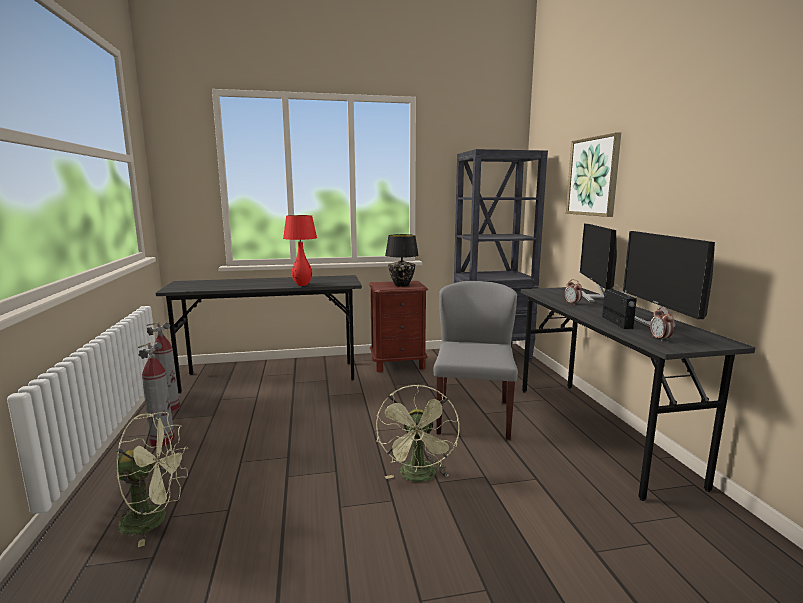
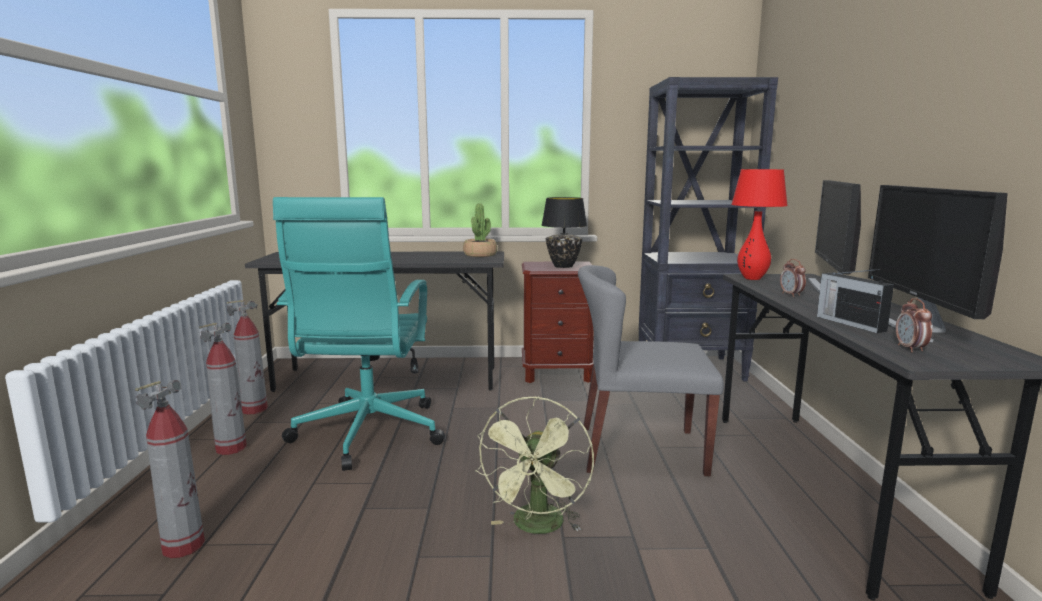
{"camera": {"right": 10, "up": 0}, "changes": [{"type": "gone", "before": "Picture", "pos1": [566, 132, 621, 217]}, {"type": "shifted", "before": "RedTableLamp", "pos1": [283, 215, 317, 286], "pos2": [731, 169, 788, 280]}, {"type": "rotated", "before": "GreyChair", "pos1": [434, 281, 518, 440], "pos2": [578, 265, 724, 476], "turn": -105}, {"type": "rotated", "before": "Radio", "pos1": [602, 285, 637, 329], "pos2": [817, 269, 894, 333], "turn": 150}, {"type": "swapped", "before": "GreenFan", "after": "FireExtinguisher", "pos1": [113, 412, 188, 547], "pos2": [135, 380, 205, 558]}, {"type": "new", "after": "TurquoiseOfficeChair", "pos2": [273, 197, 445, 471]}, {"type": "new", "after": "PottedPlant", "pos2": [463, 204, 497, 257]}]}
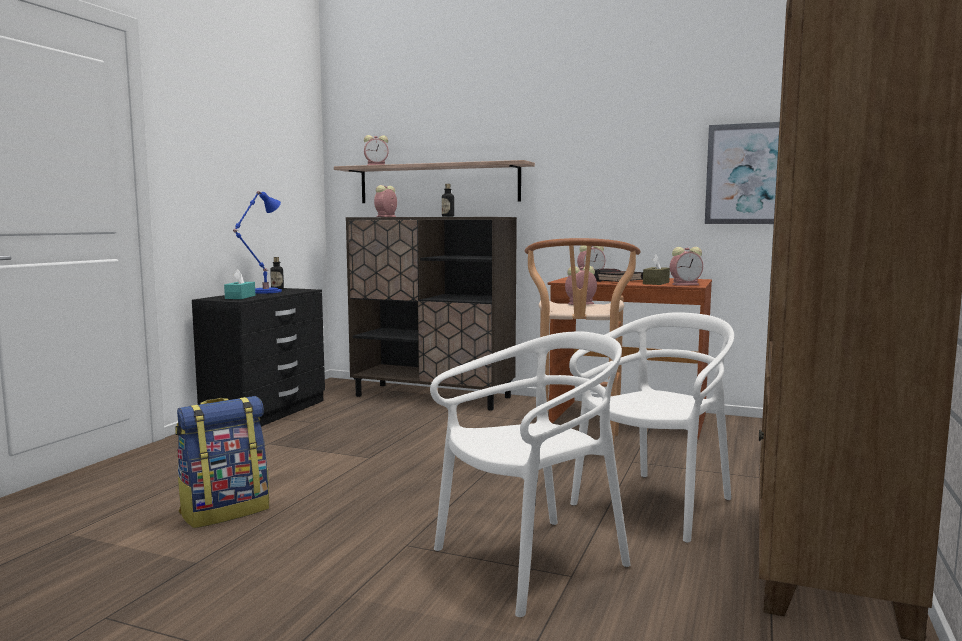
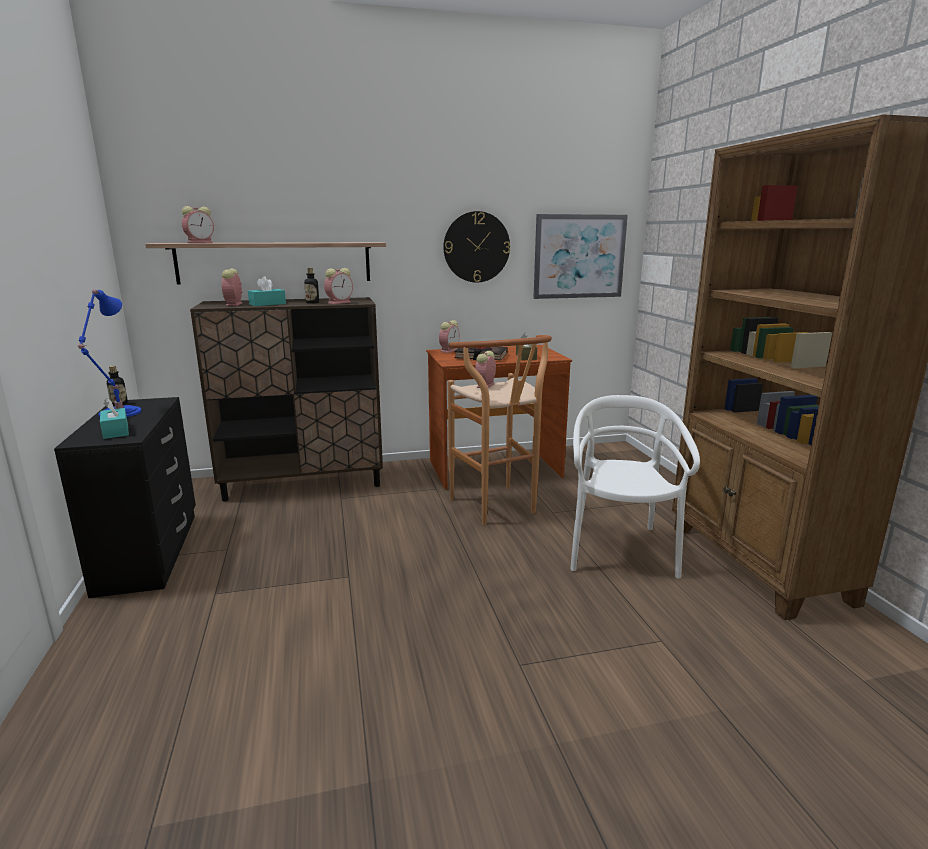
{"camera": {"right": -35, "up": 10}, "changes": [{"type": "shifted", "before": "AlarmClock", "pos1": [670, 247, 703, 286], "pos2": [324, 268, 353, 304]}, {"type": "gone", "before": "WhiteChair", "pos1": [430, 331, 631, 617]}, {"type": "gone", "before": "Backpack", "pos1": [175, 396, 269, 528]}, {"type": "new", "after": "WallClock", "pos2": [443, 211, 510, 283]}, {"type": "new", "after": "TurquoiseTissueBox", "pos2": [248, 276, 286, 306]}]}
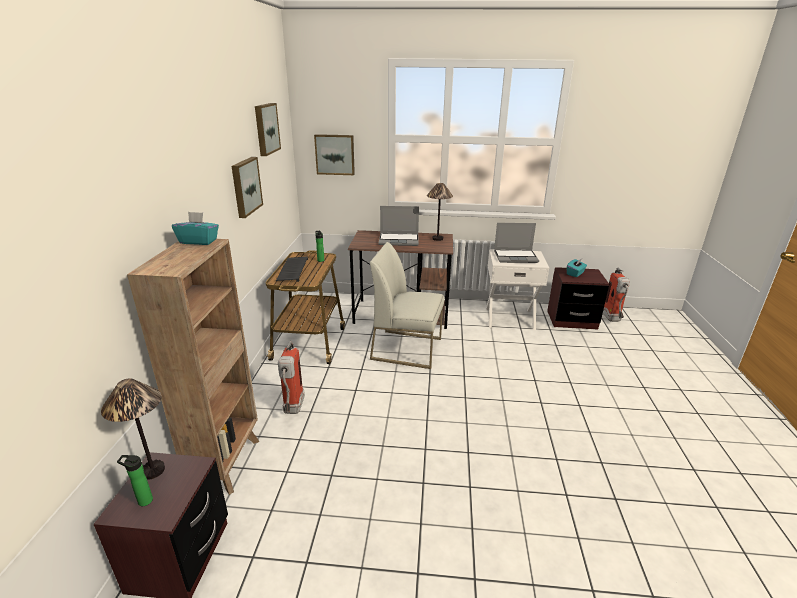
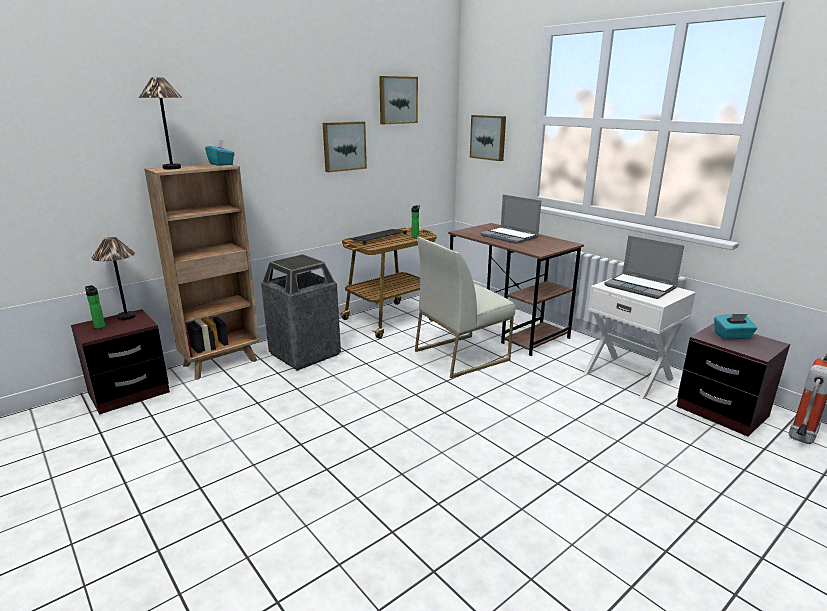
{"camera": {"right": 45, "up": -5}, "changes": [{"type": "shifted", "before": "TableLamp", "pos1": [427, 183, 453, 241], "pos2": [139, 77, 182, 169]}, {"type": "rotated", "before": "WhiteChair", "pos1": [370, 242, 444, 369], "pos2": [415, 237, 515, 378], "turn": -90}, {"type": "swapped", "before": "FireExtinguisher", "after": "TrashCan", "pos1": [278, 341, 305, 414], "pos2": [261, 254, 341, 371]}]}
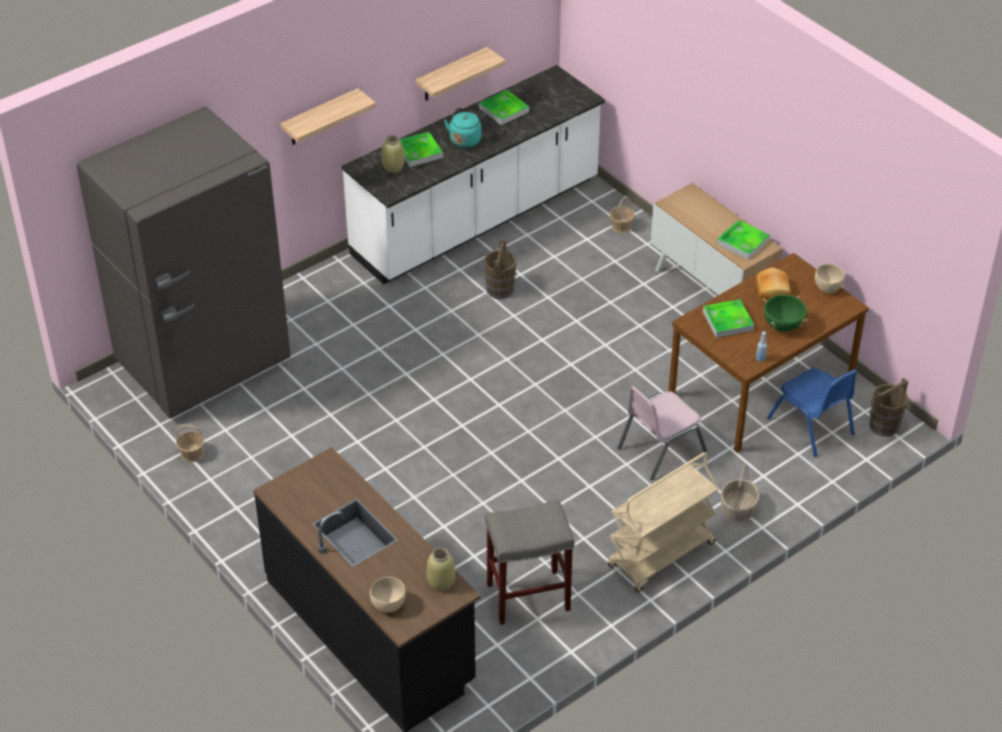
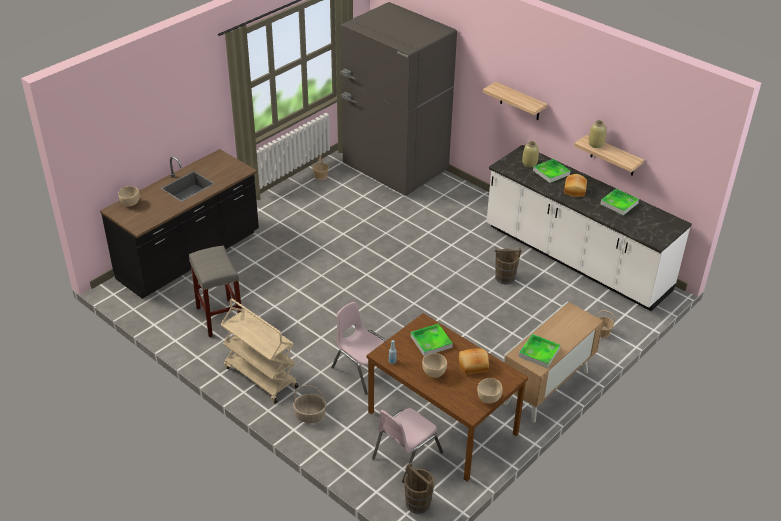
{"camera": {"right": 80, "up": -5}, "changes": [{"type": "swapped", "before": "TurquoiseKettle", "after": "Bread", "pos1": [444, 108, 485, 148], "pos2": [564, 174, 587, 197]}, {"type": "swapped", "before": "GreenCookingPot", "after": "BeigeBowl", "pos1": [763, 295, 808, 332], "pos2": [422, 353, 447, 378]}, {"type": "repainted", "before": "BlueChair", "after": "PinkChair", "pos1": [767, 368, 857, 457], "pos2": [372, 408, 443, 483]}, {"type": "shifted", "before": "BeigeVase", "pos1": [427, 548, 455, 591], "pos2": [588, 120, 606, 148]}]}
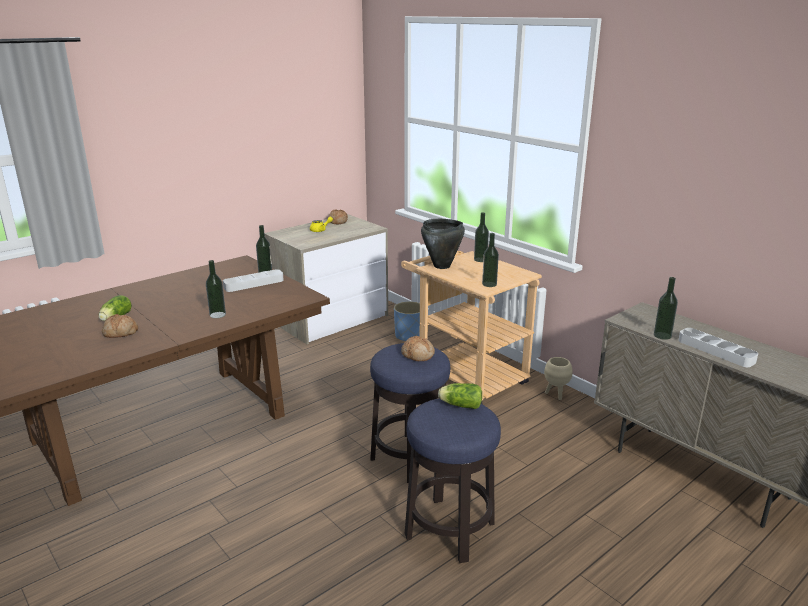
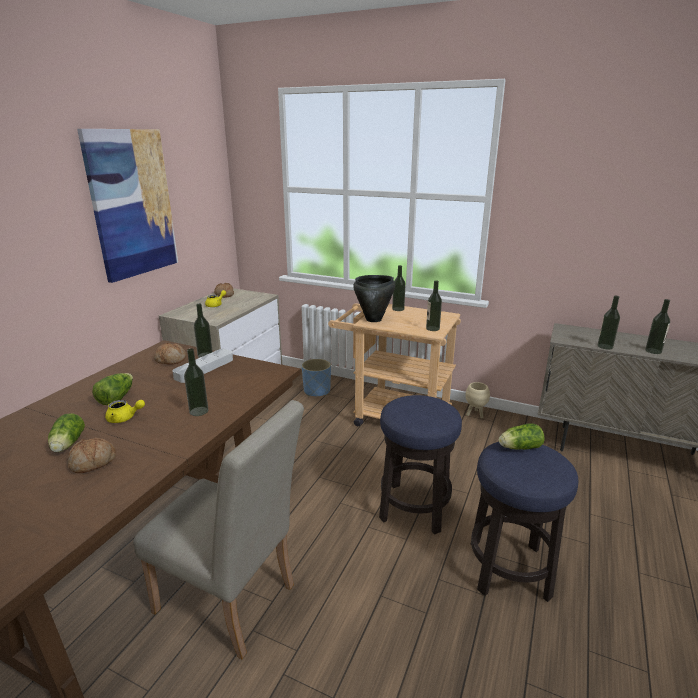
{"camera": {"right": -25, "up": 0}, "changes": [{"type": "swapped", "before": "GreyTray", "after": "Bottle", "pos1": [678, 328, 758, 367], "pos2": [645, 299, 670, 354]}, {"type": "shifted", "before": "Bread", "pos1": [401, 336, 435, 361], "pos2": [154, 343, 186, 365]}, {"type": "new", "after": "Picture", "pos2": [77, 129, 178, 283]}, {"type": "new", "after": "Lettuce", "pos2": [92, 373, 133, 405]}, {"type": "new", "after": "YellowTeapot", "pos2": [105, 400, 145, 423]}, {"type": "new", "after": "BeigeChair", "pos2": [133, 400, 304, 659]}]}
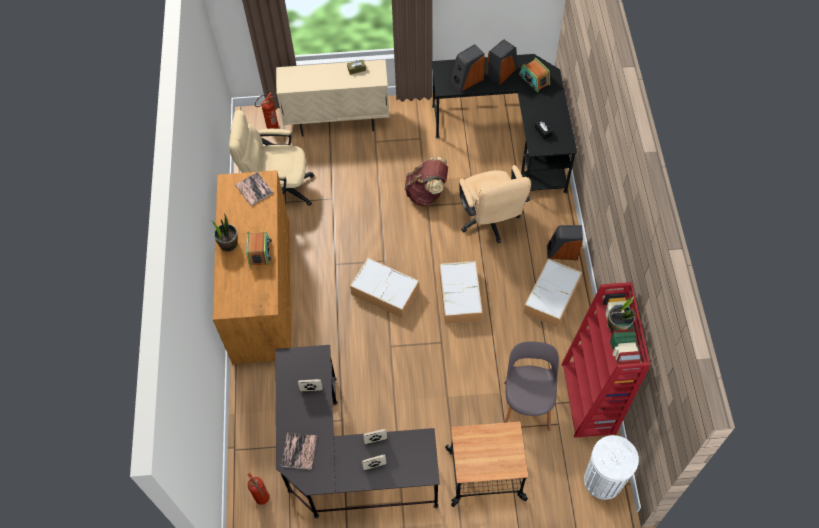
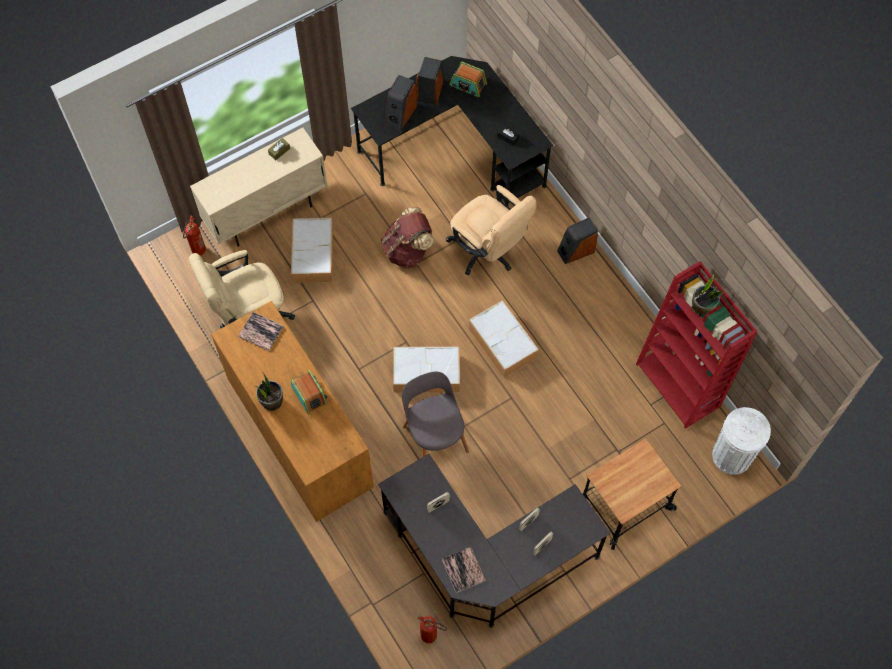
{"camera": {"right": -30, "up": 5}, "changes": [{"type": "shifted", "before": "StorageBox", "pos1": [524, 259, 582, 328], "pos2": [291, 218, 333, 283]}, {"type": "shifted", "before": "GreyChair", "pos1": [504, 341, 559, 431], "pos2": [402, 371, 469, 457]}]}
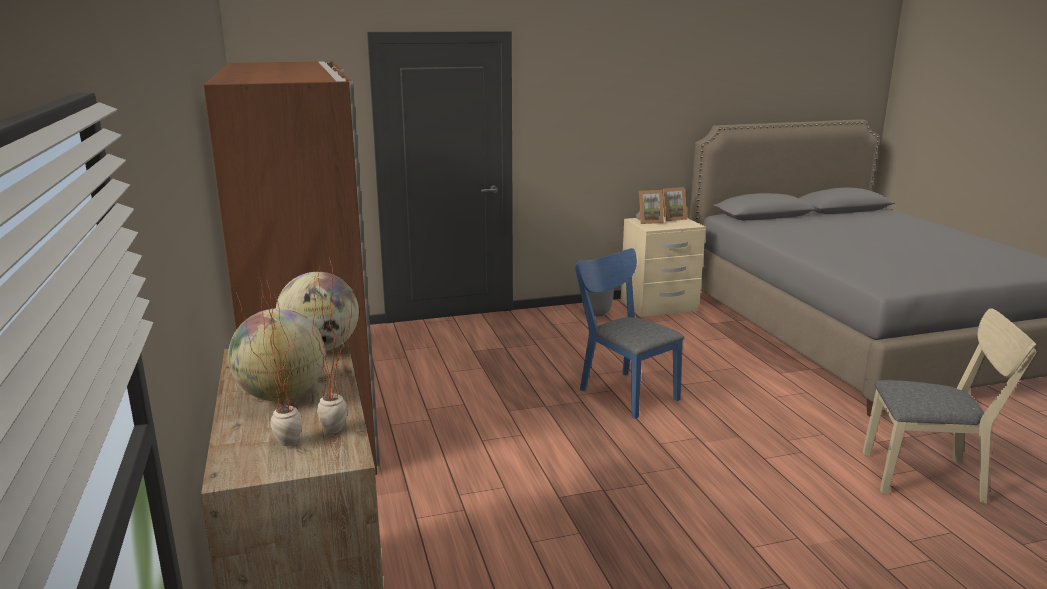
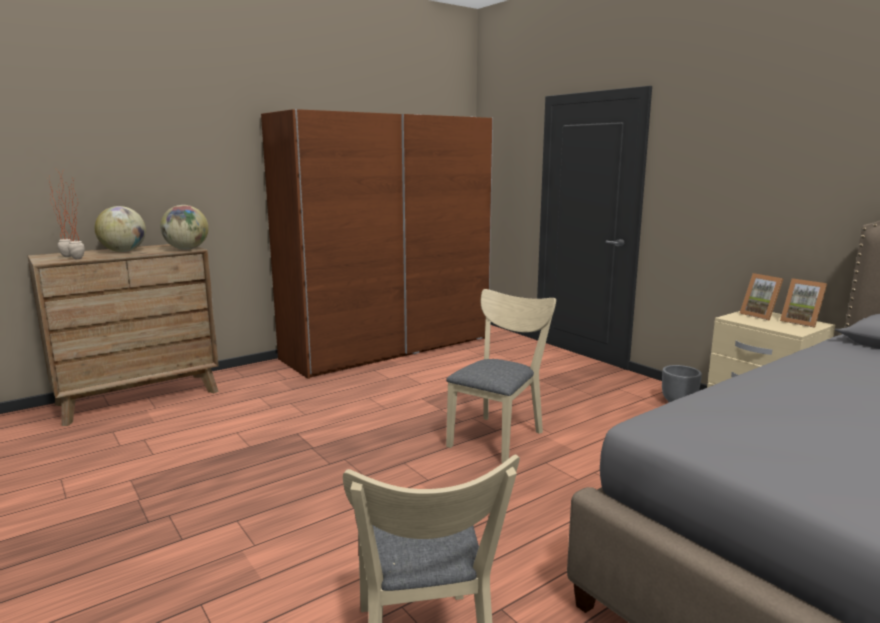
{"camera": {"right": 70, "up": -5}, "changes": [{"type": "repainted", "before": "BlueChair", "after": "BeigeChair", "pos1": [575, 248, 685, 419], "pos2": [446, 289, 556, 463]}]}
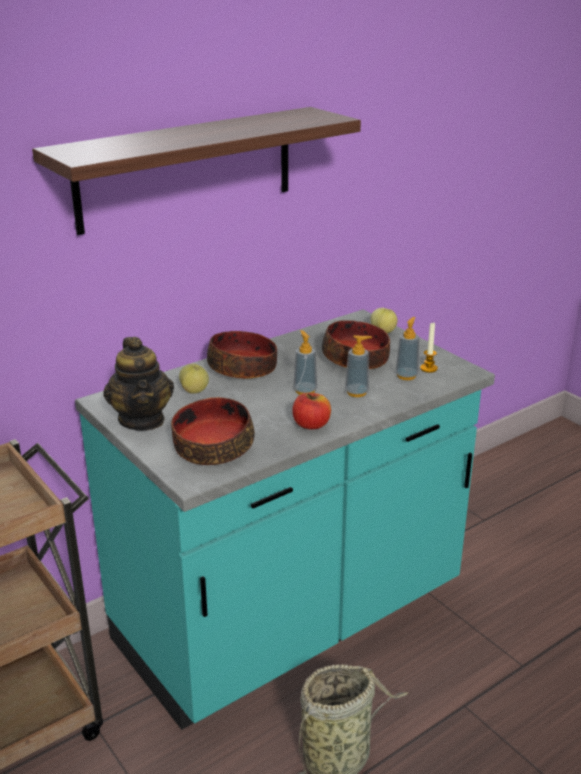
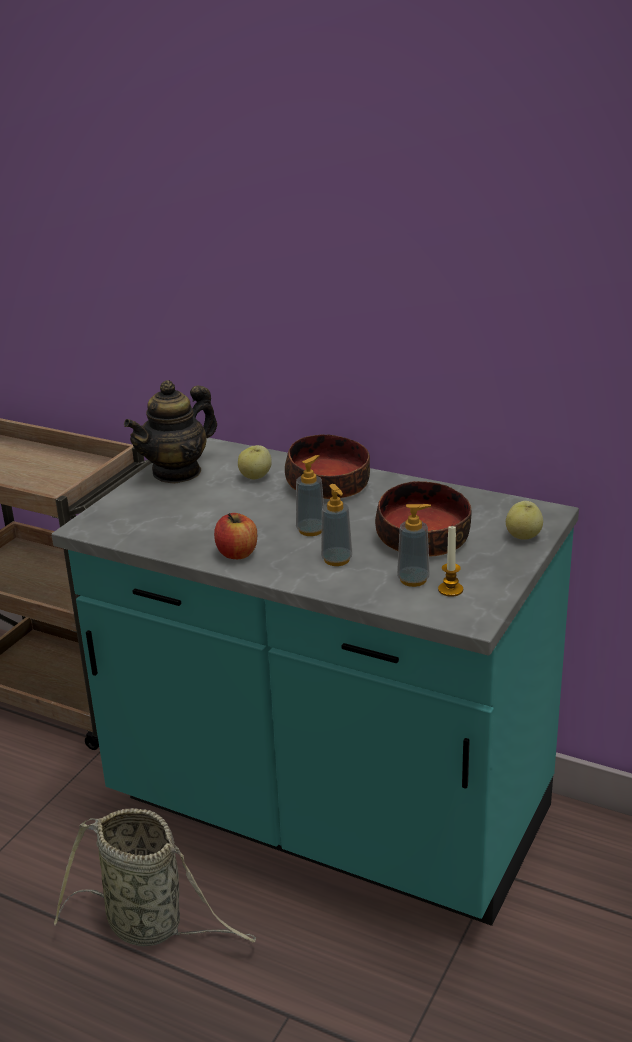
{"camera": {"right": 65, "up": 0}, "changes": [{"type": "gone", "before": "Shelf", "pos1": [32, 107, 361, 235]}, {"type": "gone", "before": "Bowl", "pos1": [171, 397, 255, 465]}]}
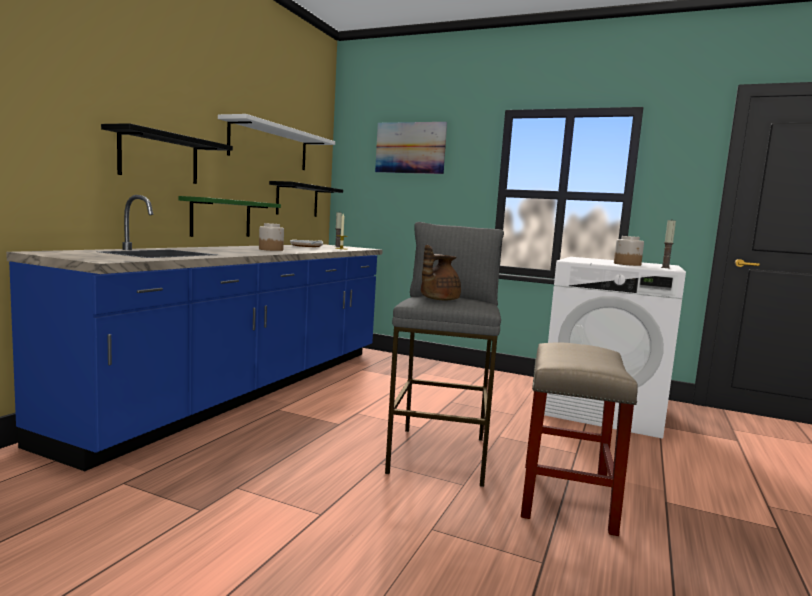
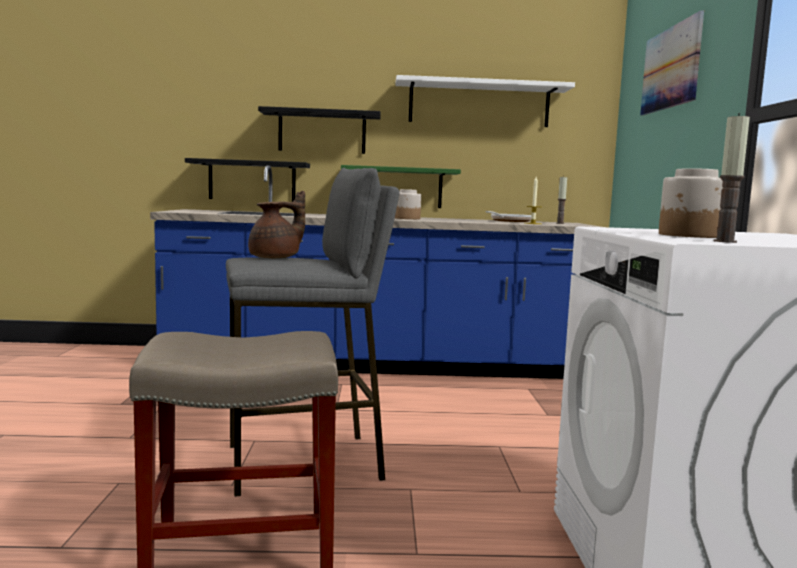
{"camera": {"right": 65, "up": 0}, "changes": [{"type": "shifted", "before": "BlackShelf", "pos1": [269, 181, 343, 217], "pos2": [185, 158, 310, 202]}, {"type": "rotated", "before": "BrownTeapot", "pos1": [421, 245, 461, 300], "pos2": [248, 191, 305, 258], "turn": 120}]}
